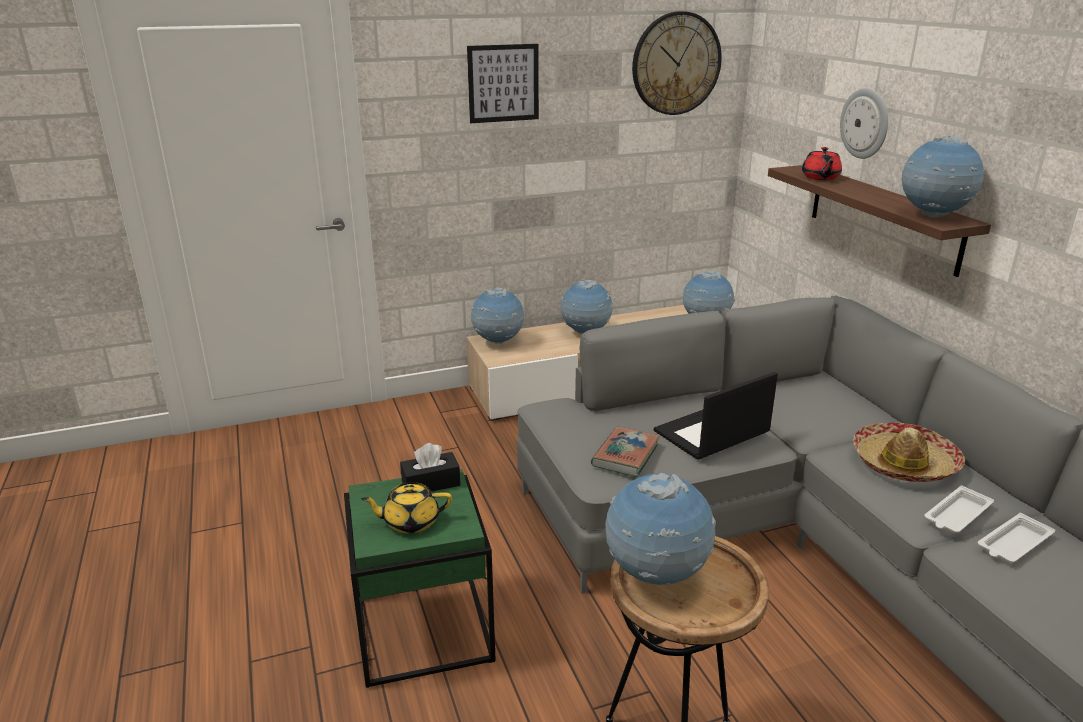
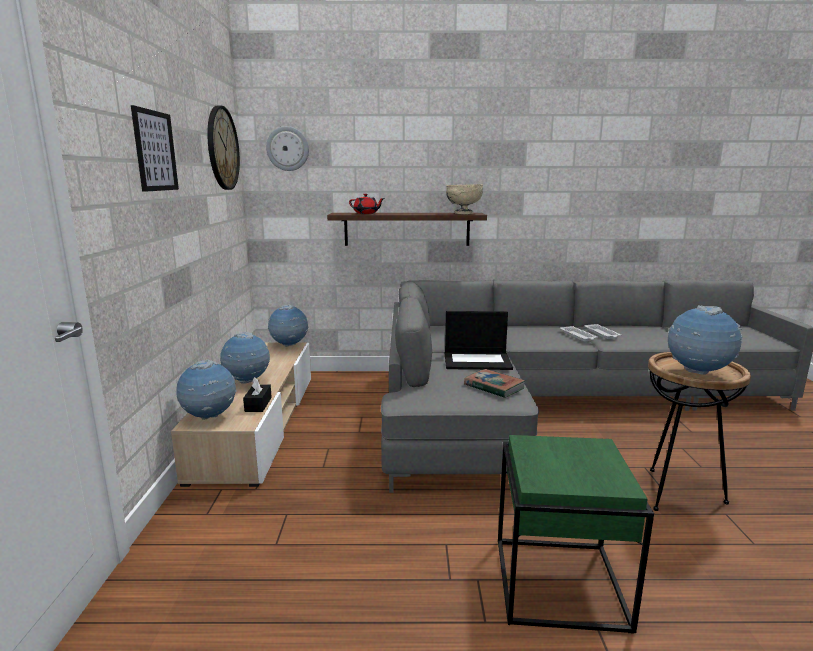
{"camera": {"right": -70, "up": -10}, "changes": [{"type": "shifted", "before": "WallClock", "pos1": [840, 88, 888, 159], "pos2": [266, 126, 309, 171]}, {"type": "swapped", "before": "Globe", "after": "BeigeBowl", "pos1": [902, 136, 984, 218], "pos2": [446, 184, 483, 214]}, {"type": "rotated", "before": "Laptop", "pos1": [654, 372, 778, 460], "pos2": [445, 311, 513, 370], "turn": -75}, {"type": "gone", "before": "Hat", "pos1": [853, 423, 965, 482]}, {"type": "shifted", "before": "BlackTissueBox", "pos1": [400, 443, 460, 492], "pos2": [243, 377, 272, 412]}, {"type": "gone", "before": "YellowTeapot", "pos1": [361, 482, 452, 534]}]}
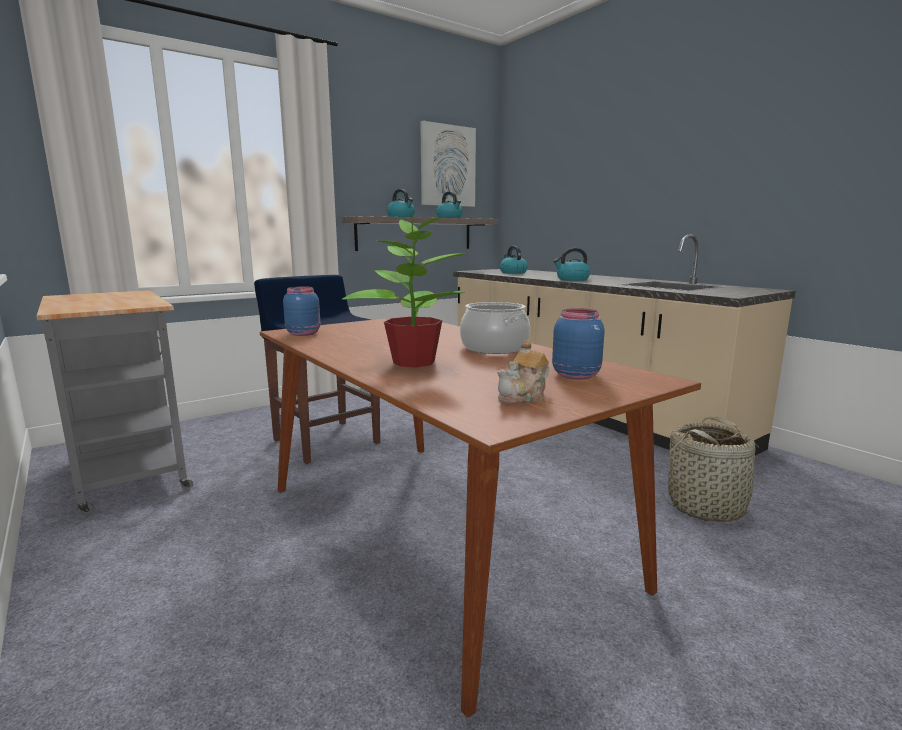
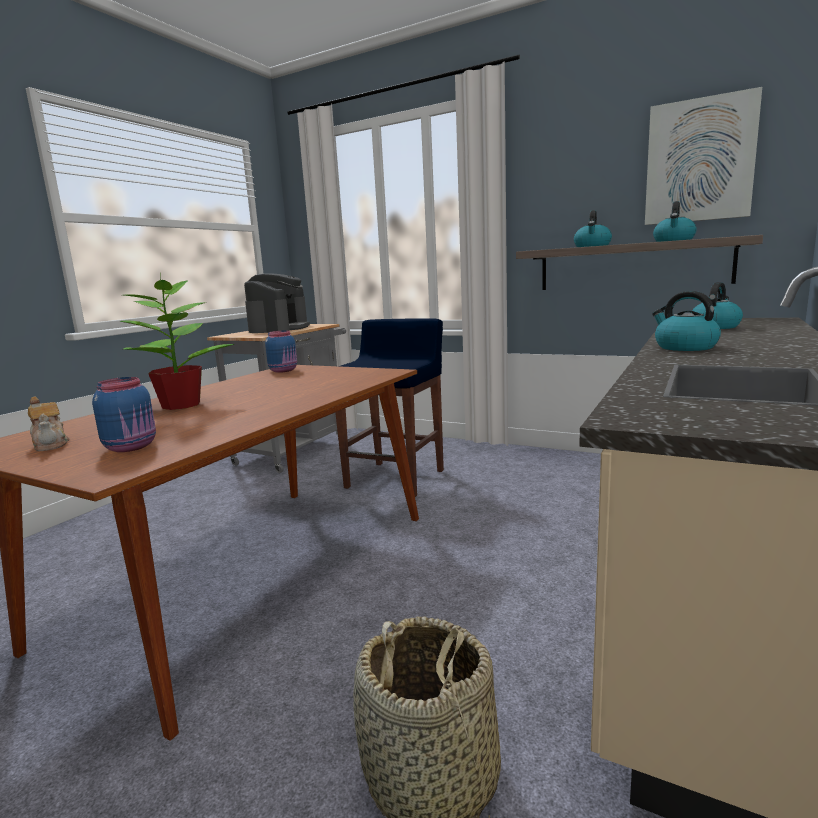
{"camera": {"right": 65, "up": 0}, "changes": [{"type": "gone", "before": "CookingPot", "pos1": [460, 302, 530, 354]}, {"type": "rotated", "before": "Teapot", "pos1": [497, 340, 549, 404], "pos2": [28, 397, 69, 451], "turn": -150}, {"type": "new", "after": "CoffeeMachine", "pos2": [244, 273, 310, 333]}]}
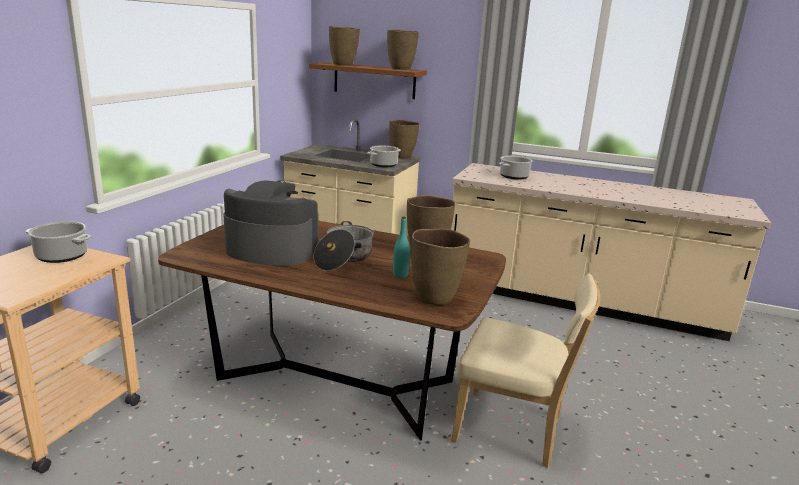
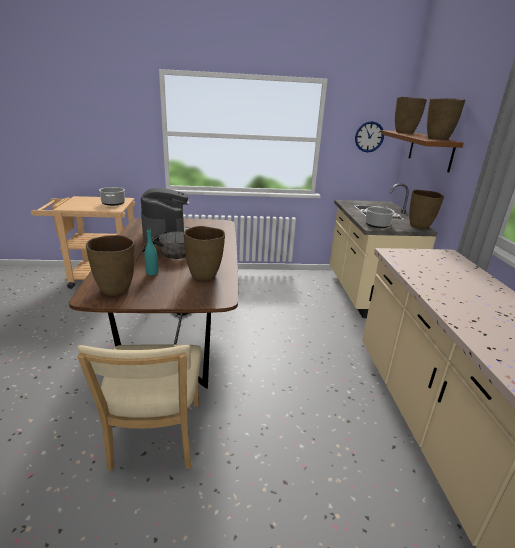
{"camera": {"right": 65, "up": 5}, "changes": [{"type": "gone", "before": "CookingPot", "pos1": [499, 156, 533, 180]}, {"type": "new", "after": "WallClock", "pos2": [355, 121, 384, 152]}]}
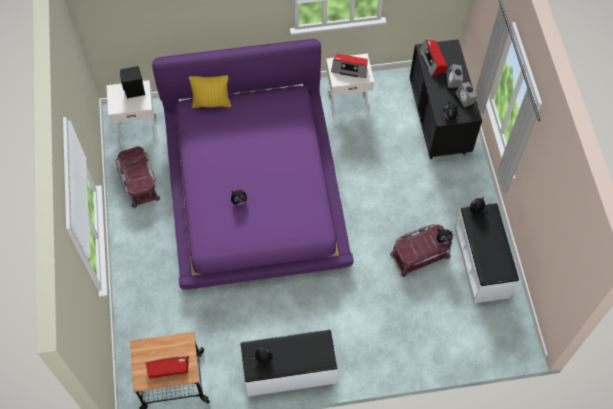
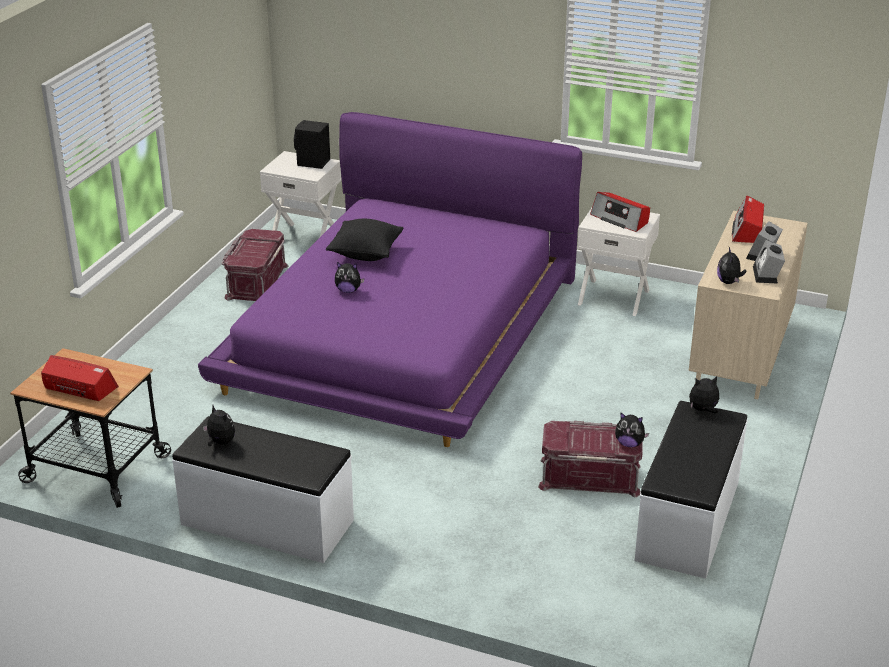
{"camera": {"right": 30, "up": -30}, "changes": [{"type": "repainted", "before": "BlackDresser", "after": "BeigeDresser", "pos1": [410, 39, 482, 159], "pos2": [689, 211, 808, 400]}, {"type": "gone", "before": "YellowPillow", "pos1": [189, 75, 231, 108]}, {"type": "new", "after": "BlackPillow", "pos2": [326, 219, 404, 261]}]}
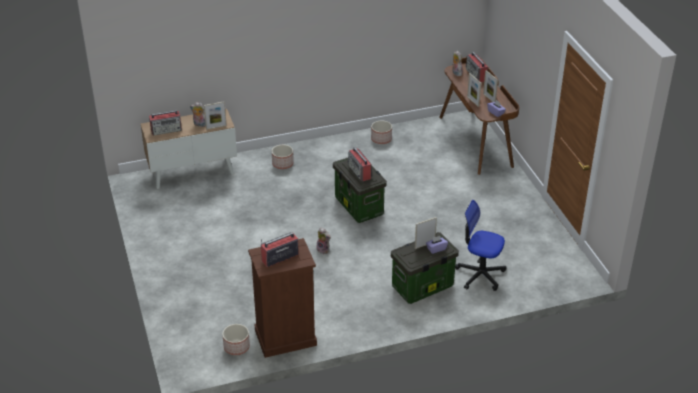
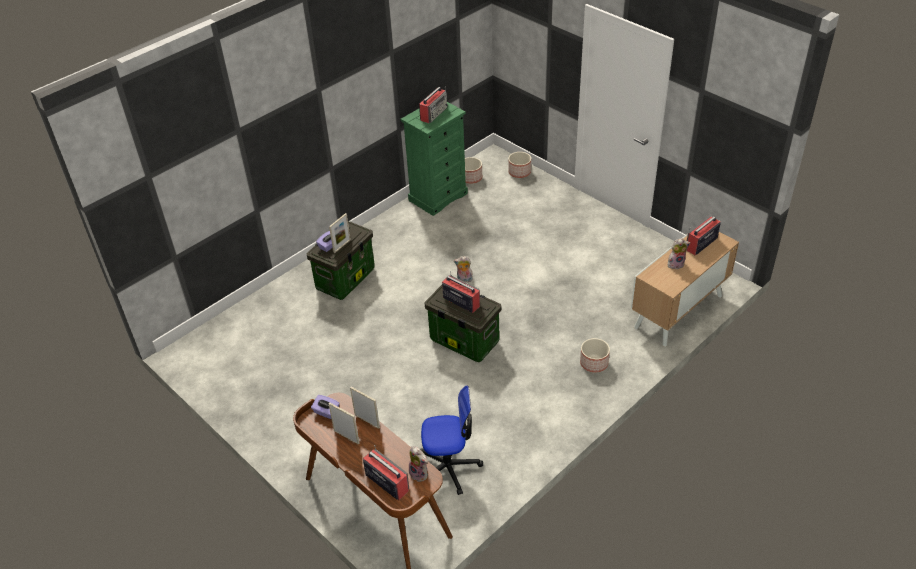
{"camera": {"right": 155, "up": 5}, "changes": [{"type": "gone", "before": "PictureFrame", "pos1": [204, 101, 227, 130]}, {"type": "shifted", "before": "Planter", "pos1": [371, 120, 392, 144], "pos2": [508, 152, 531, 178]}, {"type": "shifted", "before": "OfficeChair", "pos1": [455, 200, 507, 291], "pos2": [420, 386, 483, 495]}, {"type": "repainted", "before": "BrownDresser", "after": "GreenDresser", "pos1": [248, 238, 317, 358], "pos2": [401, 102, 468, 216]}]}
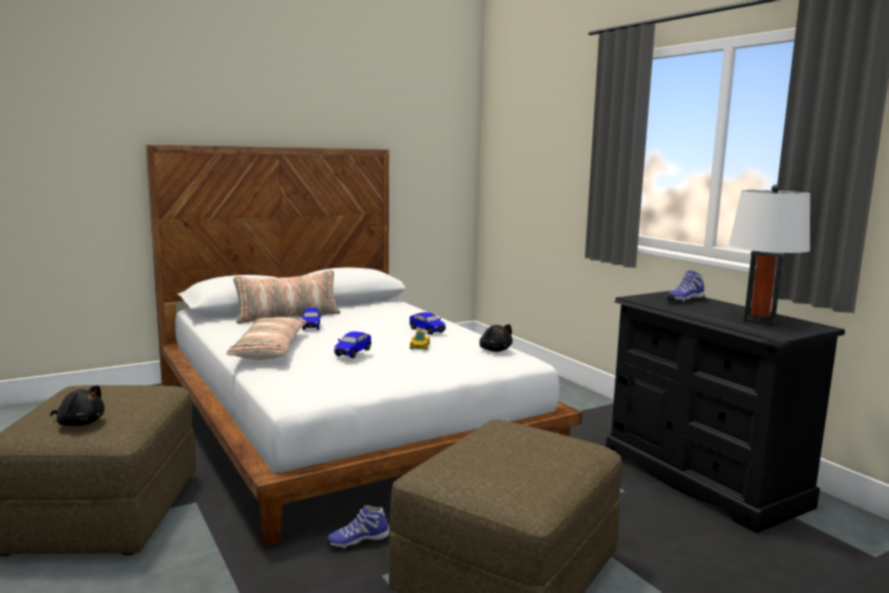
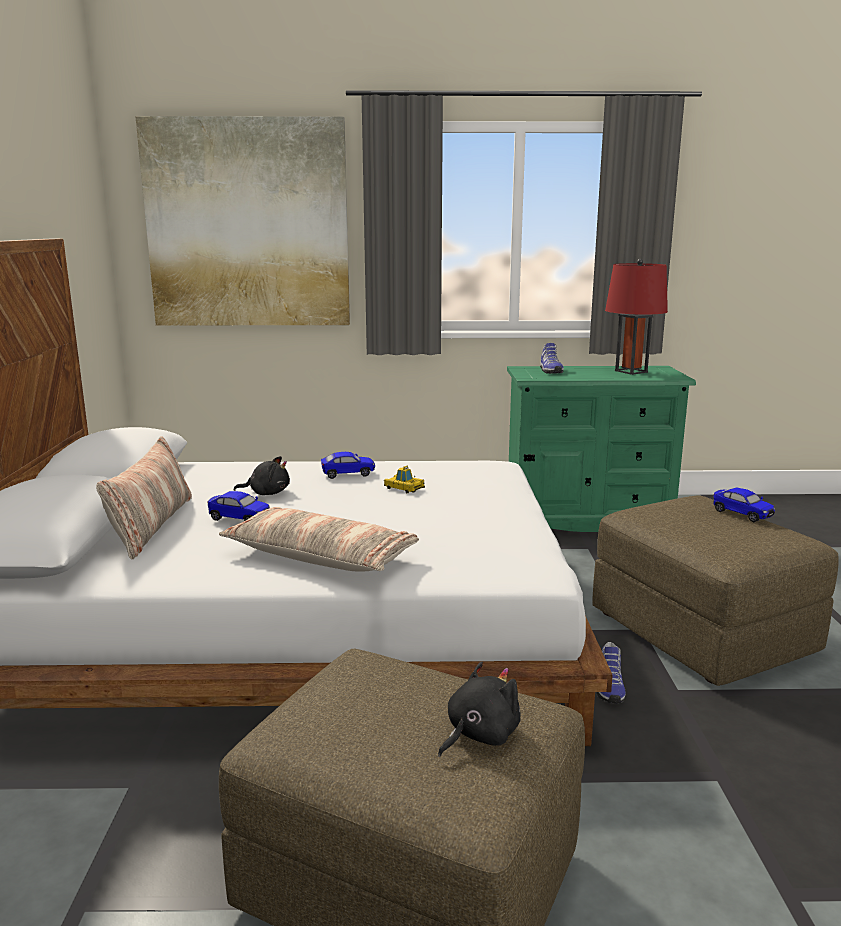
{"camera": {"right": -60, "up": 5}, "changes": [{"type": "repainted", "before": "WhiteTableLamp", "after": "RedTableLamp", "pos1": [729, 185, 810, 325], "pos2": [605, 259, 668, 375]}, {"type": "repainted", "before": "BlackDresser", "after": "GreenDresser", "pos1": [606, 291, 845, 533], "pos2": [507, 366, 696, 532]}, {"type": "shifted", "before": "BlackPlushToy", "pos1": [479, 324, 513, 352], "pos2": [234, 456, 290, 495]}, {"type": "shifted", "before": "ToyCar", "pos1": [334, 331, 371, 358], "pos2": [713, 488, 775, 522]}, {"type": "new", "after": "Picture", "pos2": [135, 116, 350, 326]}]}
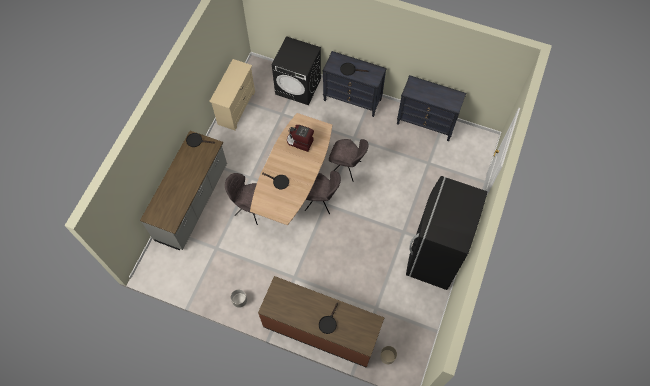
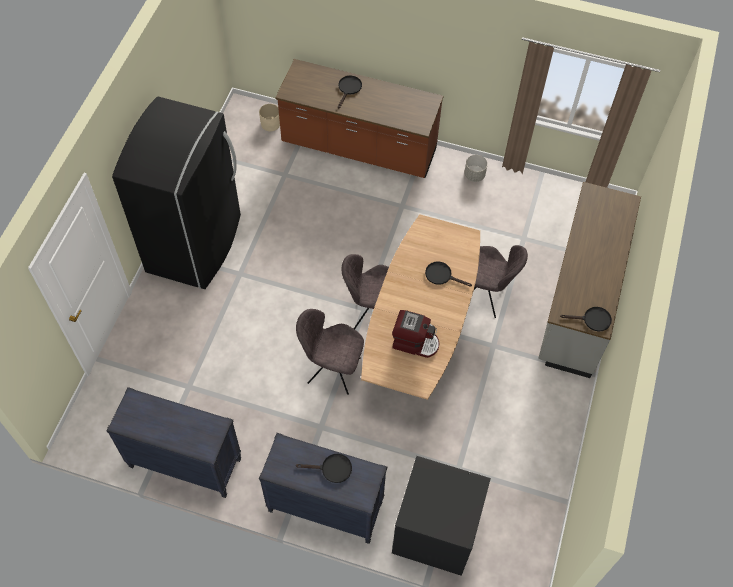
{"camera": {"right": 175, "up": -5}, "changes": [{"type": "gone", "before": "BeigeDresser", "pos1": [209, 59, 255, 130]}]}
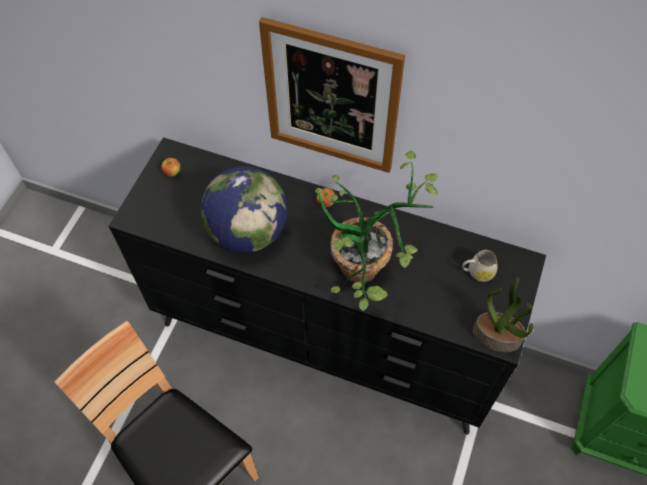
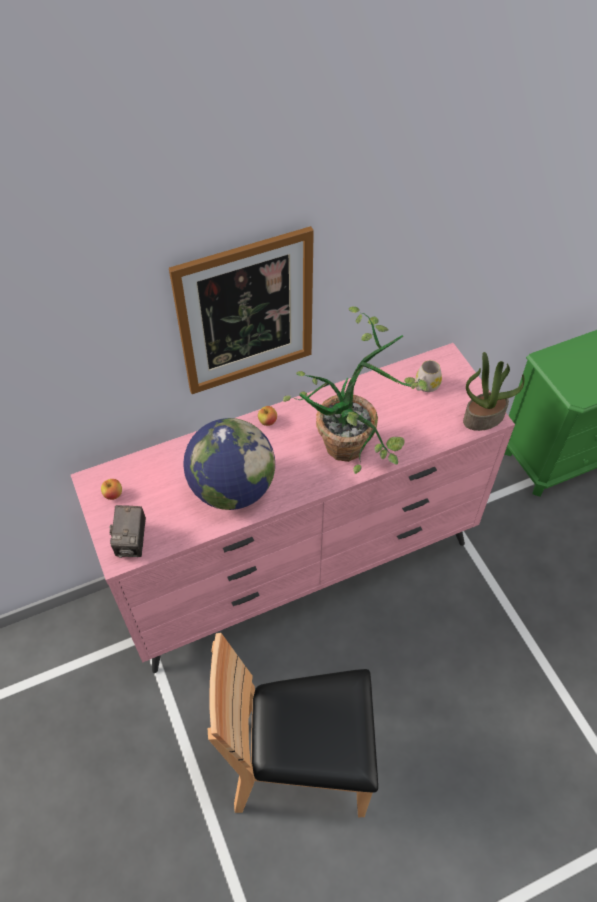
{"camera": {"right": -45, "up": -5}, "changes": [{"type": "repainted", "before": "BlackDresser", "after": "PinkDresser", "pos1": [108, 137, 546, 435], "pos2": [71, 343, 515, 673]}, {"type": "new", "after": "PhotoCamera", "pos2": [110, 505, 146, 558]}]}
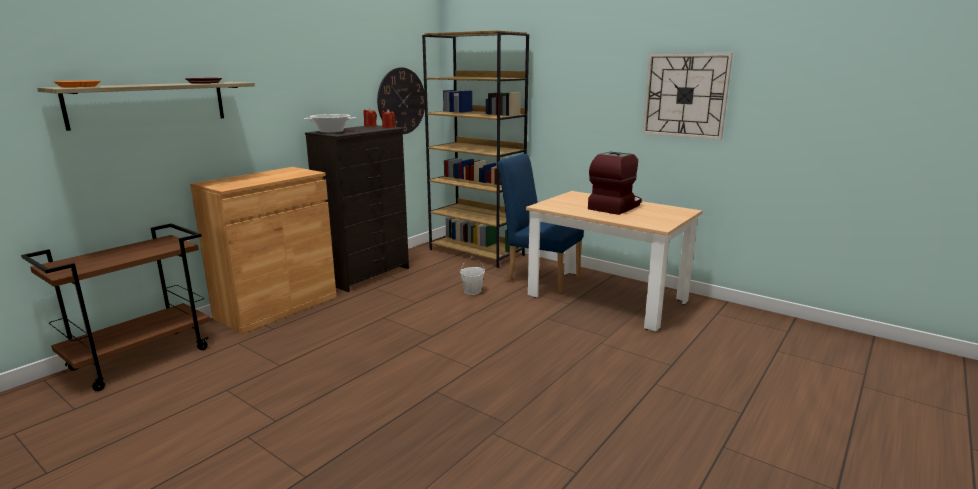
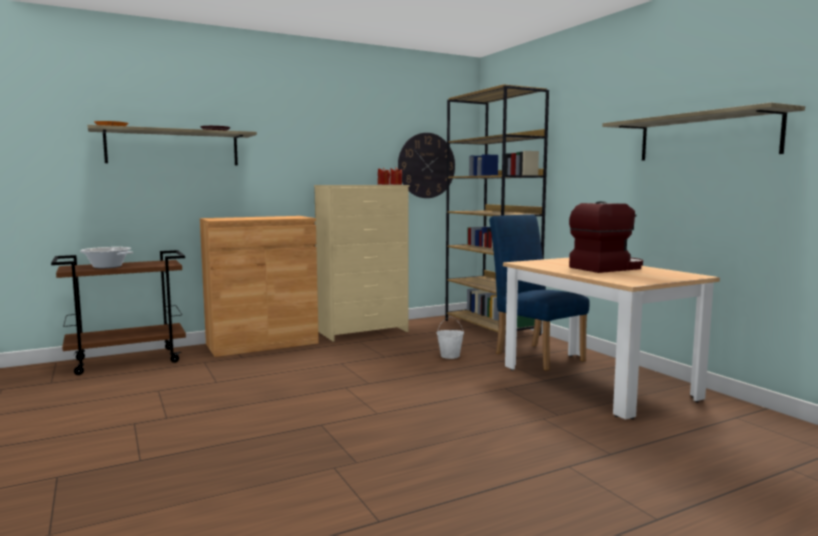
{"camera": {"right": 25, "up": -10}, "changes": [{"type": "swapped", "before": "WallClock", "after": "Shelf", "pos1": [642, 53, 733, 140], "pos2": [602, 102, 805, 160]}, {"type": "shifted", "before": "CookingPot", "pos1": [304, 114, 357, 133], "pos2": [80, 247, 133, 268]}, {"type": "repainted", "before": "BlackDresser", "after": "BeigeDresser", "pos1": [305, 125, 409, 292], "pos2": [314, 185, 409, 342]}]}
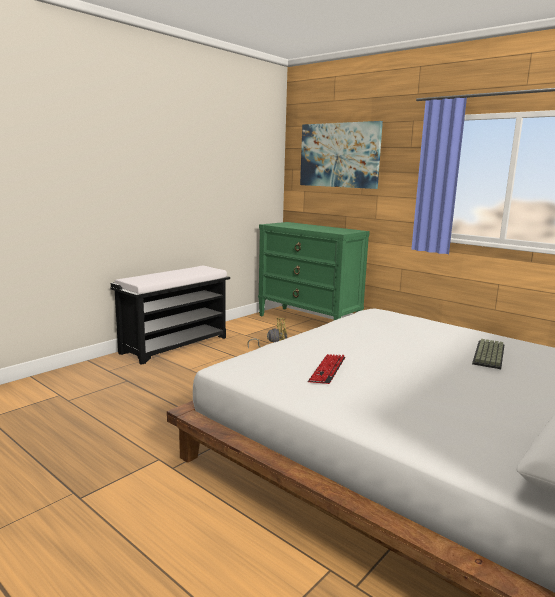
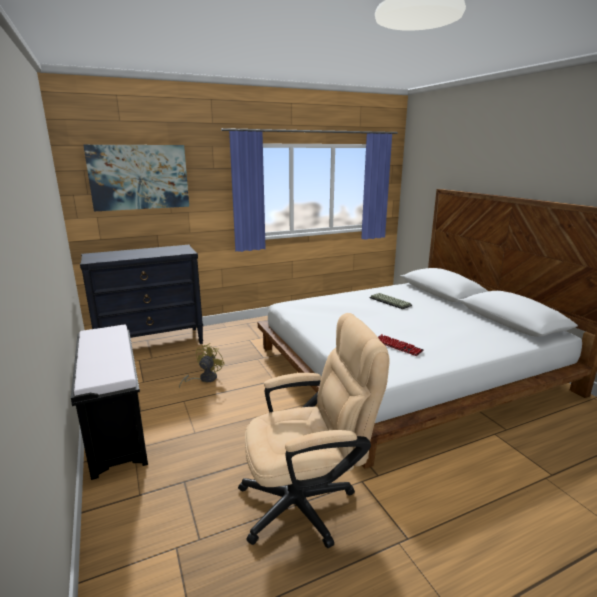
{"camera": {"right": -65, "up": 5}, "changes": [{"type": "repainted", "before": "GreenDresser", "after": "BlackDresser", "pos1": [258, 222, 370, 320], "pos2": [80, 245, 203, 344]}, {"type": "new", "after": "BeigeOfficeChair", "pos2": [238, 313, 390, 548]}]}
